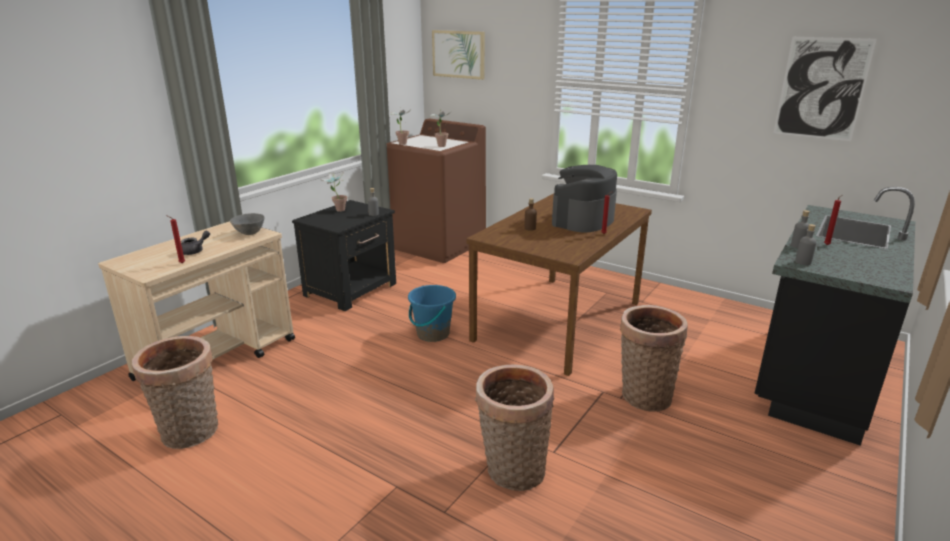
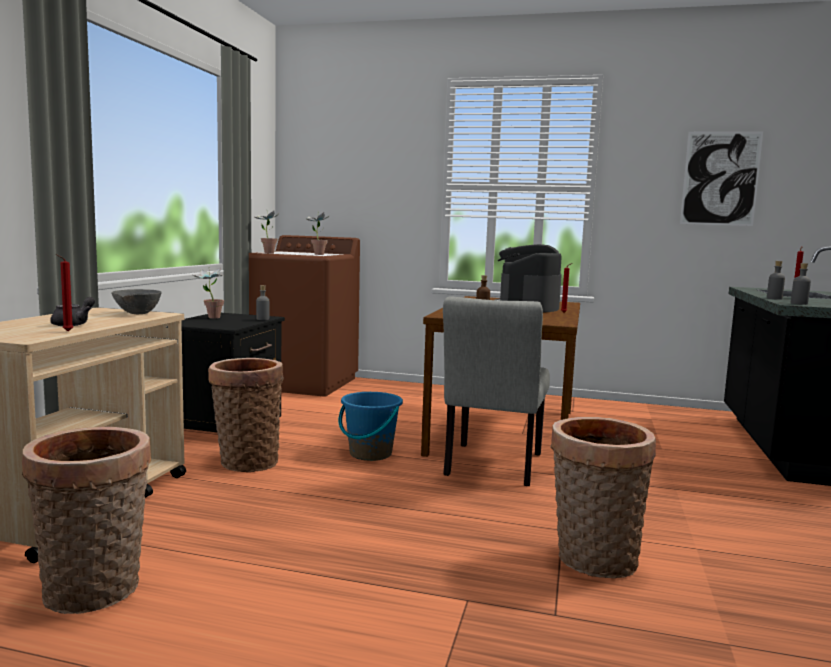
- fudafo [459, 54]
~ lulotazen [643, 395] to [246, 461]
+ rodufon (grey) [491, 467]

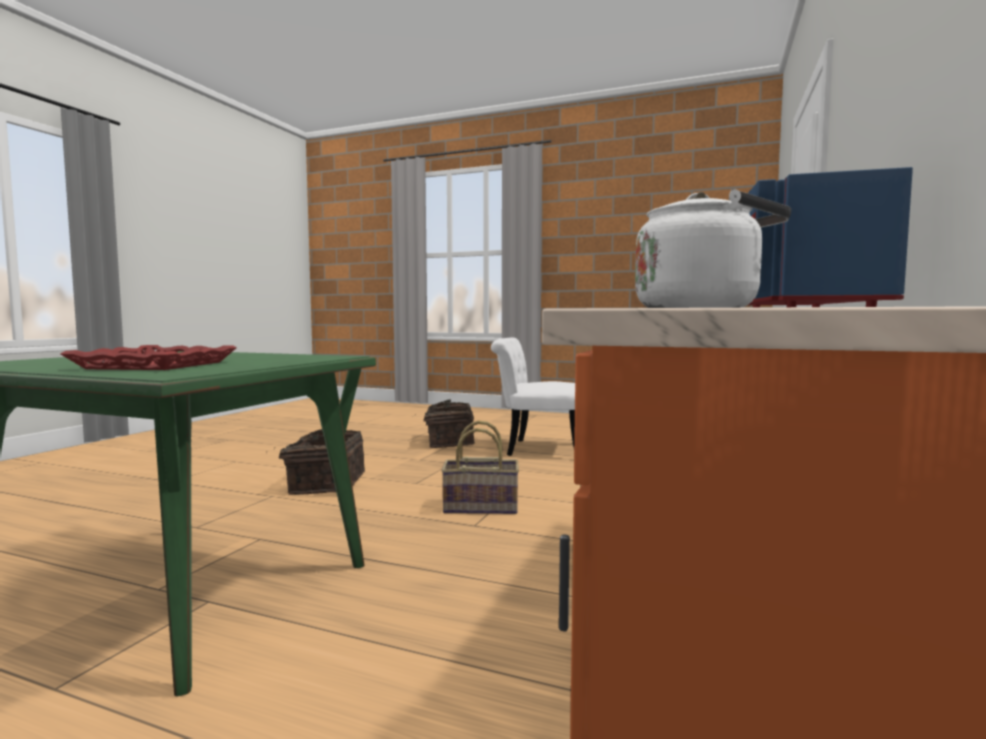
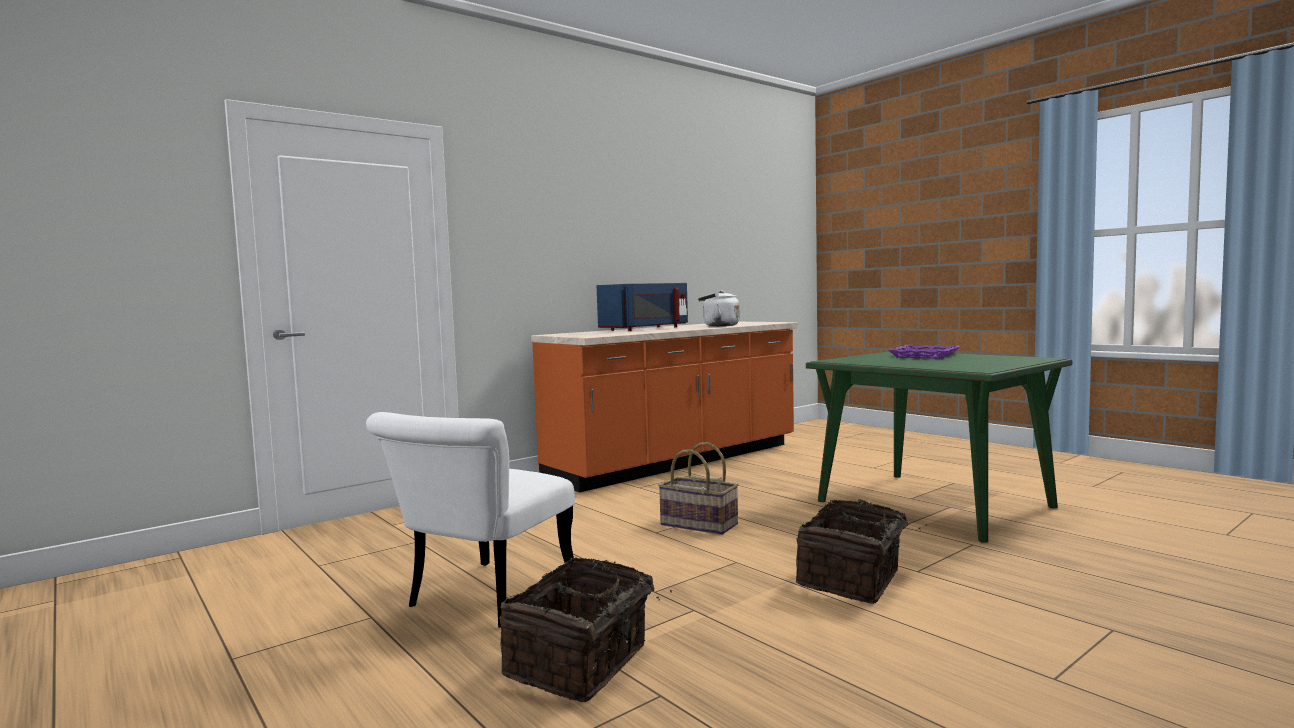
~ rodufon (white) [536, 449] = [482, 600] 75 degrees clockwise
~ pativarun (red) [158, 365] to pativarun (purple) [923, 356]

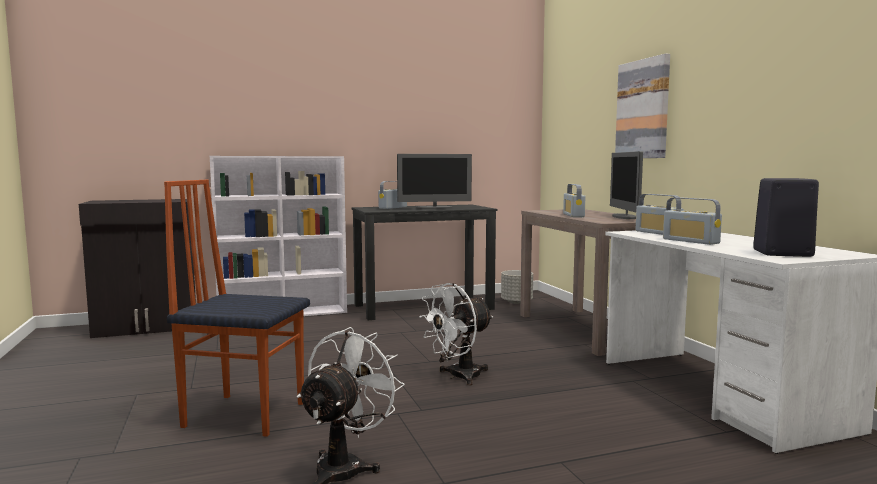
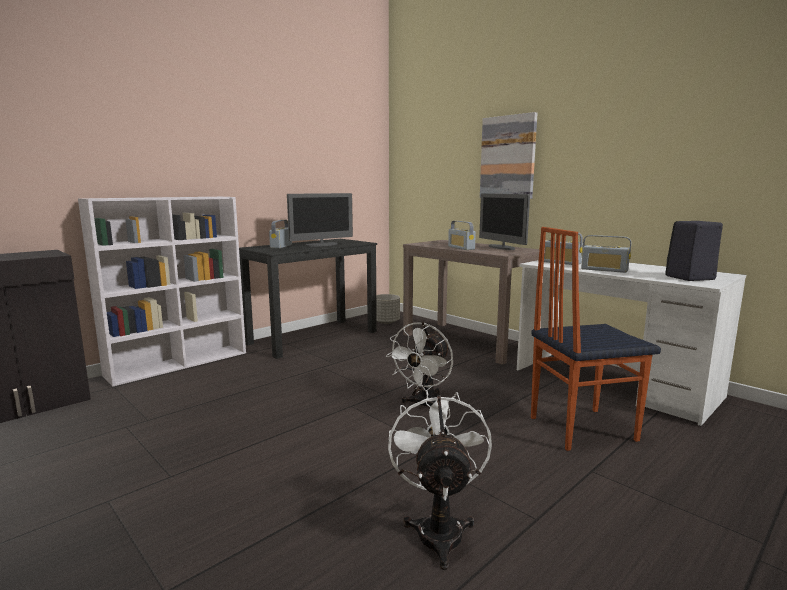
~ rodufon [245, 414] to [580, 428]

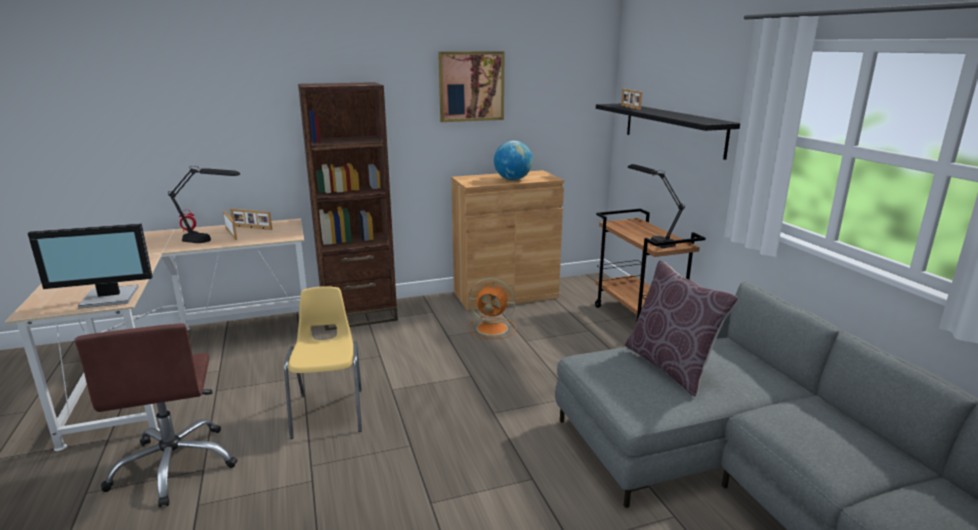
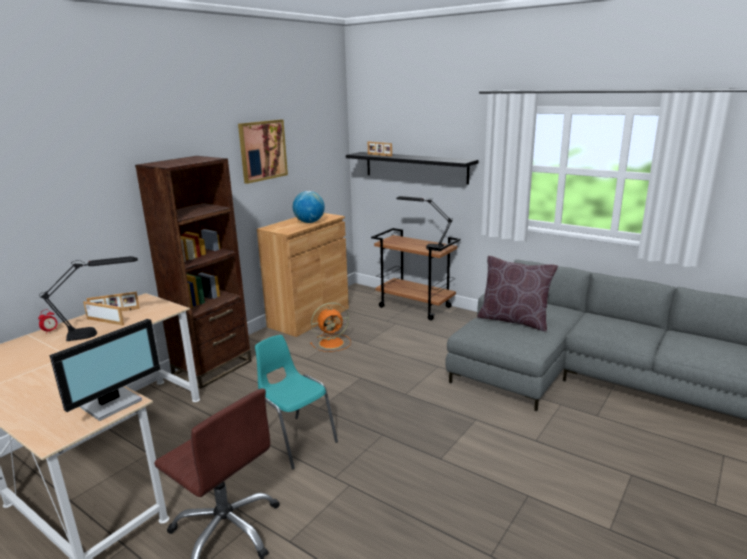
~ rodufon (yellow) [329, 412] to rodufon (turquoise) [295, 440]

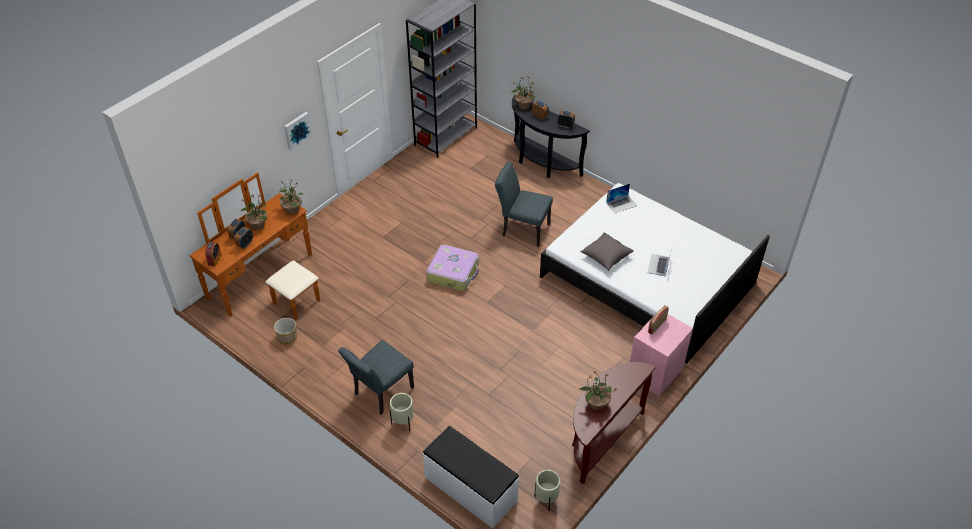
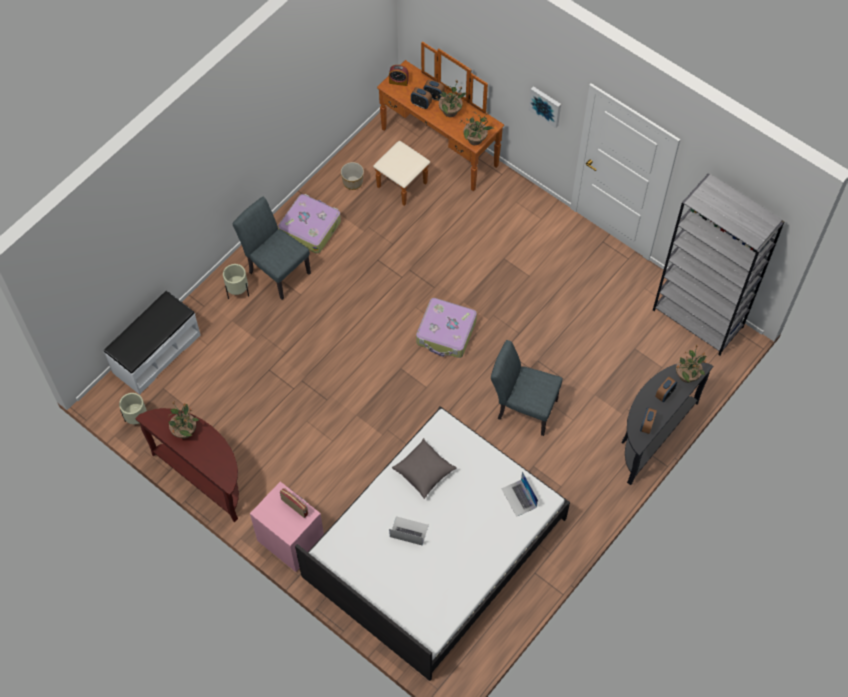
~ rodufon (grey) [522, 229] = [522, 407] 90 degrees counterclockwise
+ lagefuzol [310, 227]

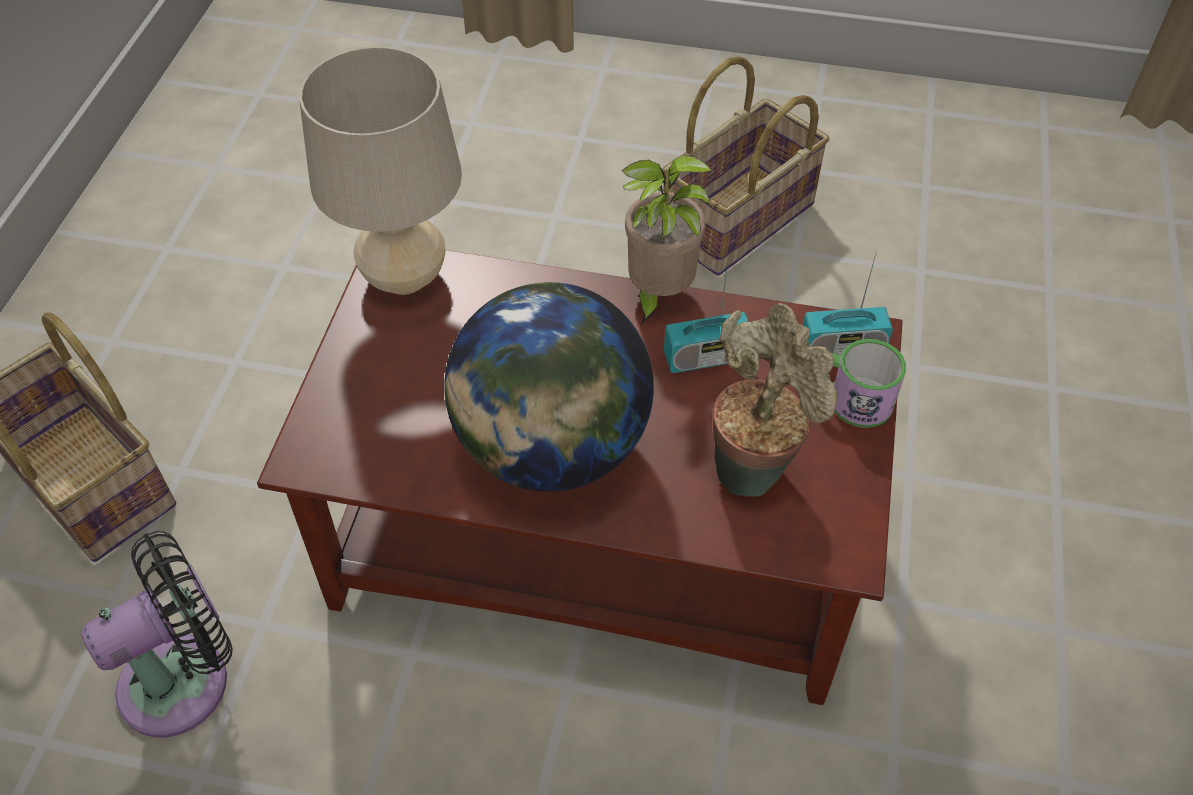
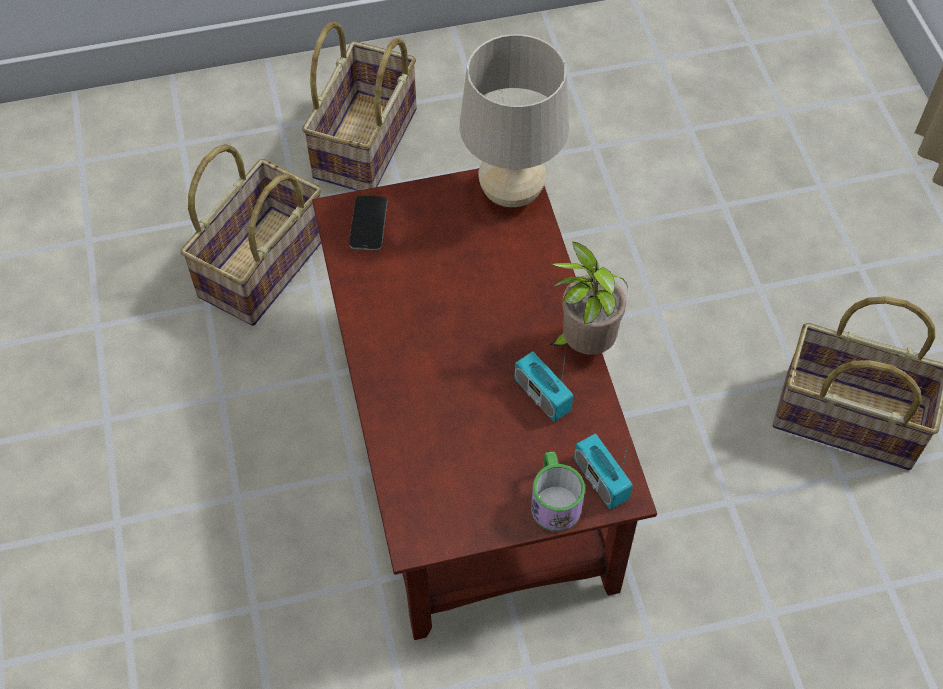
- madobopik [551, 447]
- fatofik [754, 466]
~ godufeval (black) [185, 678] to lulotazen [261, 265]
+ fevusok [368, 224]

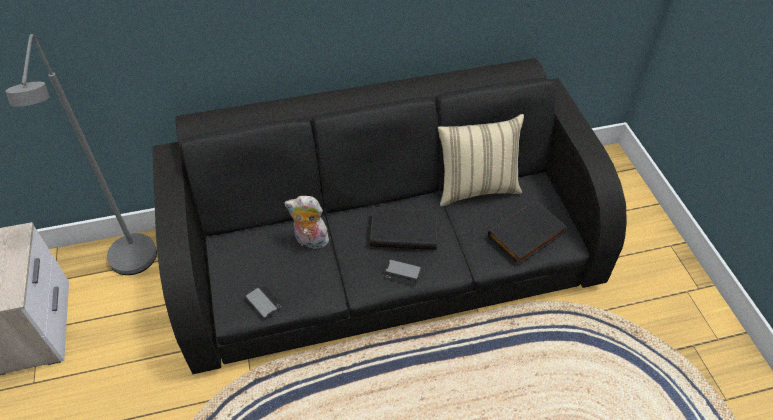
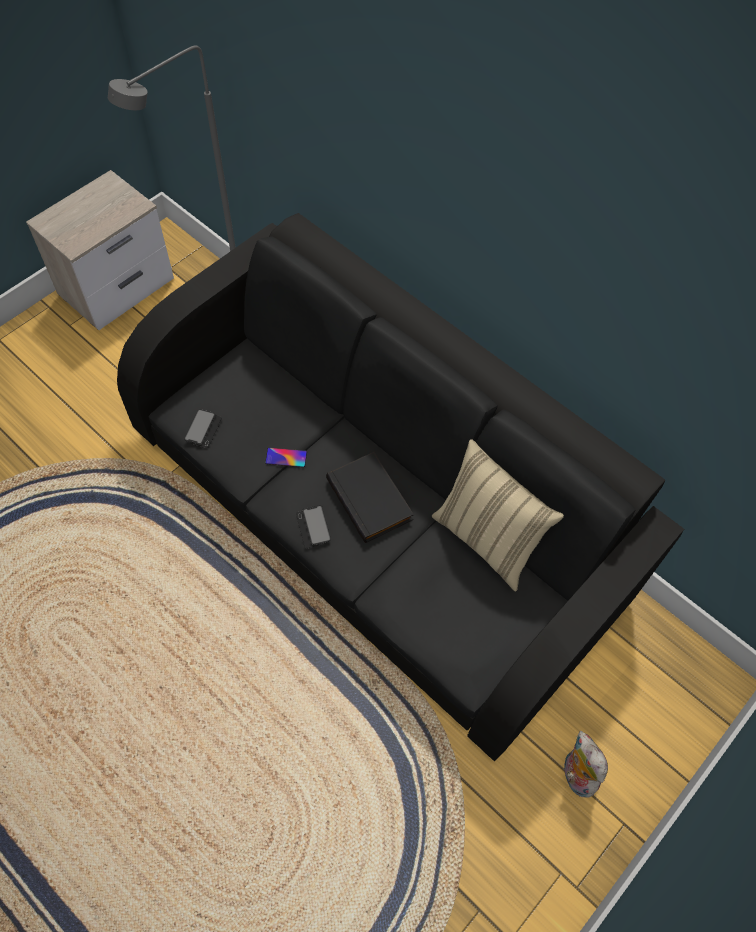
~ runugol [310, 241] to [575, 774]
- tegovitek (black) [527, 236]
+ fevusok [286, 457]

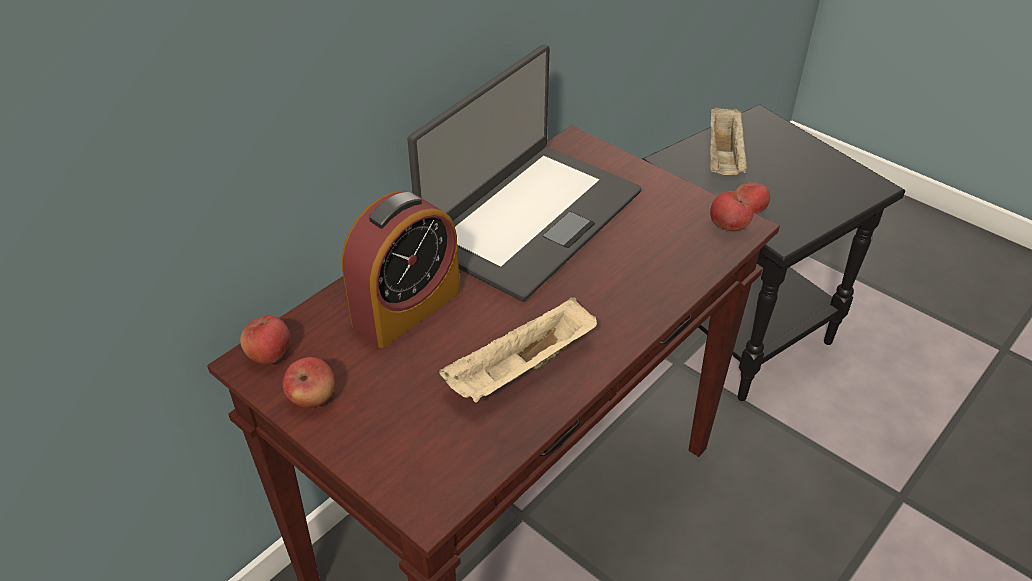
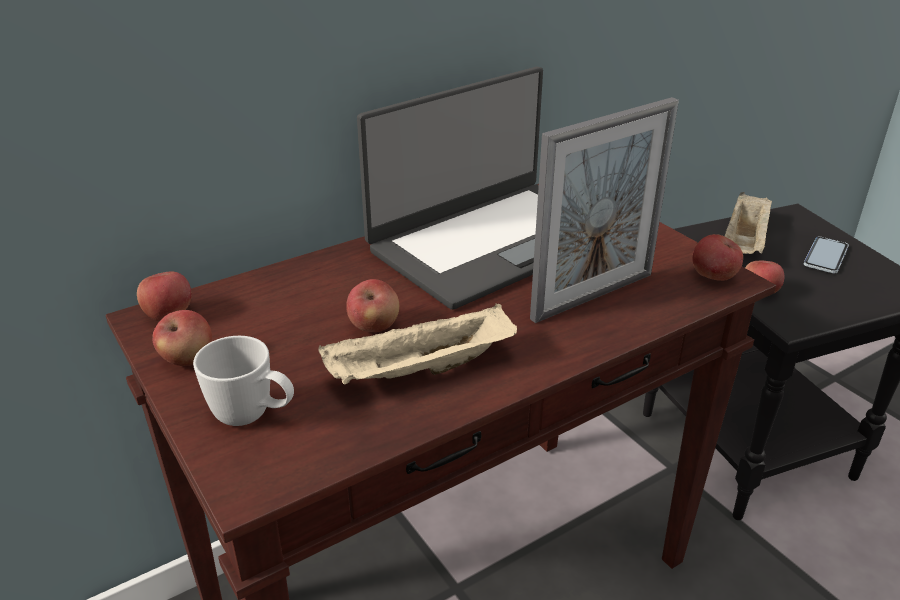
- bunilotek [406, 308]
+ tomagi [593, 296]
+ fevusok [825, 256]
+ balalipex [374, 327]
+ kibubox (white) [253, 417]

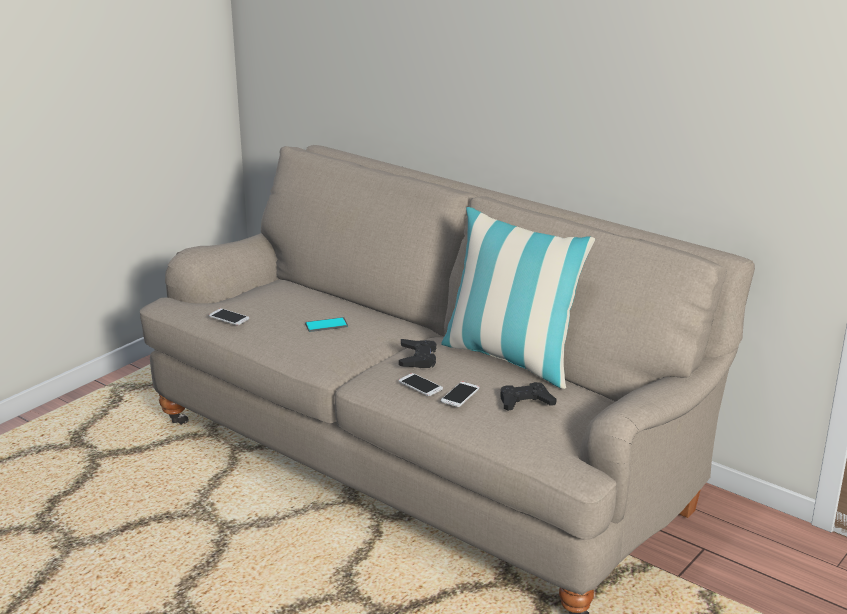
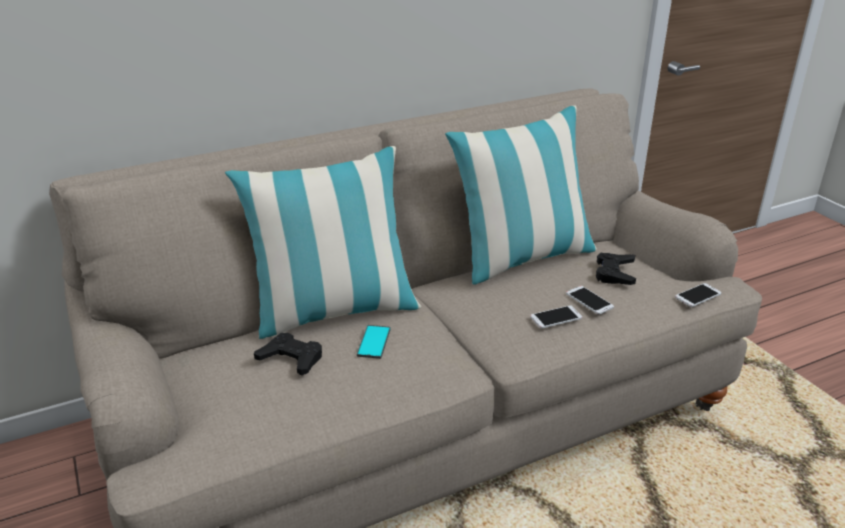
~ fevusok [229, 317] to [698, 295]
~ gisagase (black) [418, 358] to [291, 358]
+ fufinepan [334, 311]

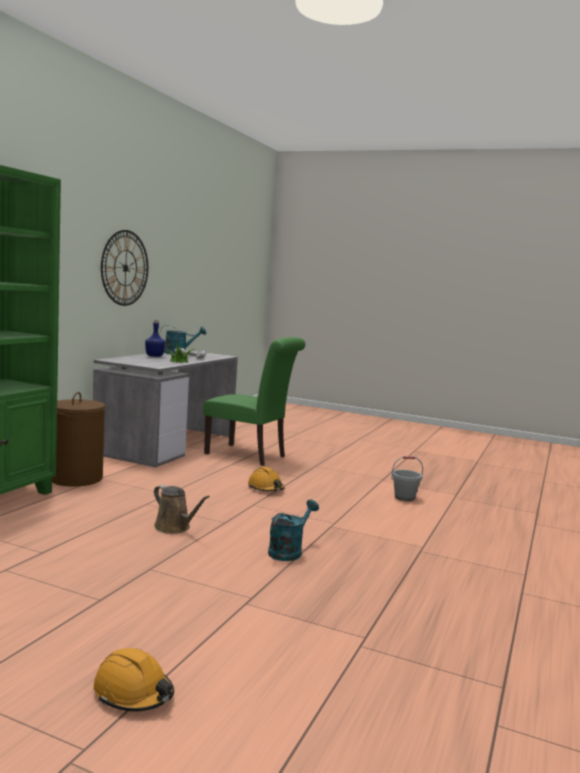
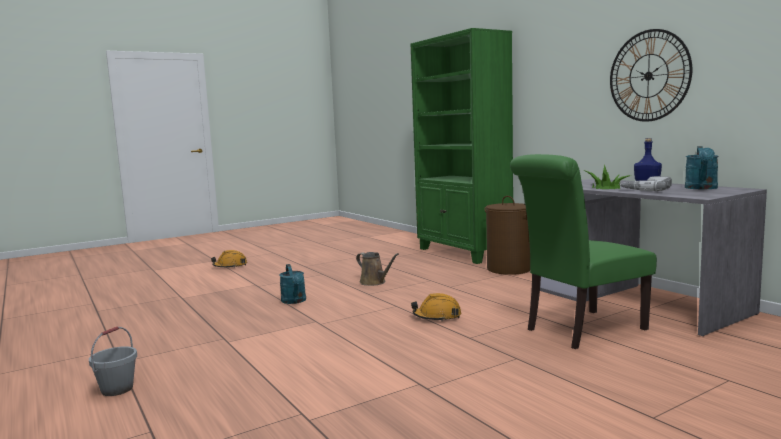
~ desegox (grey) [404, 497] to [117, 389]
~ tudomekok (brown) [174, 528] = [374, 282] 120 degrees counterclockwise

